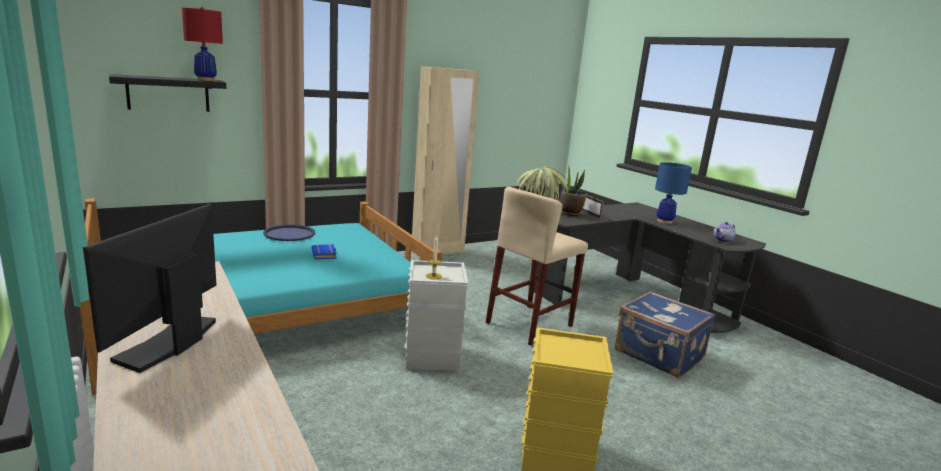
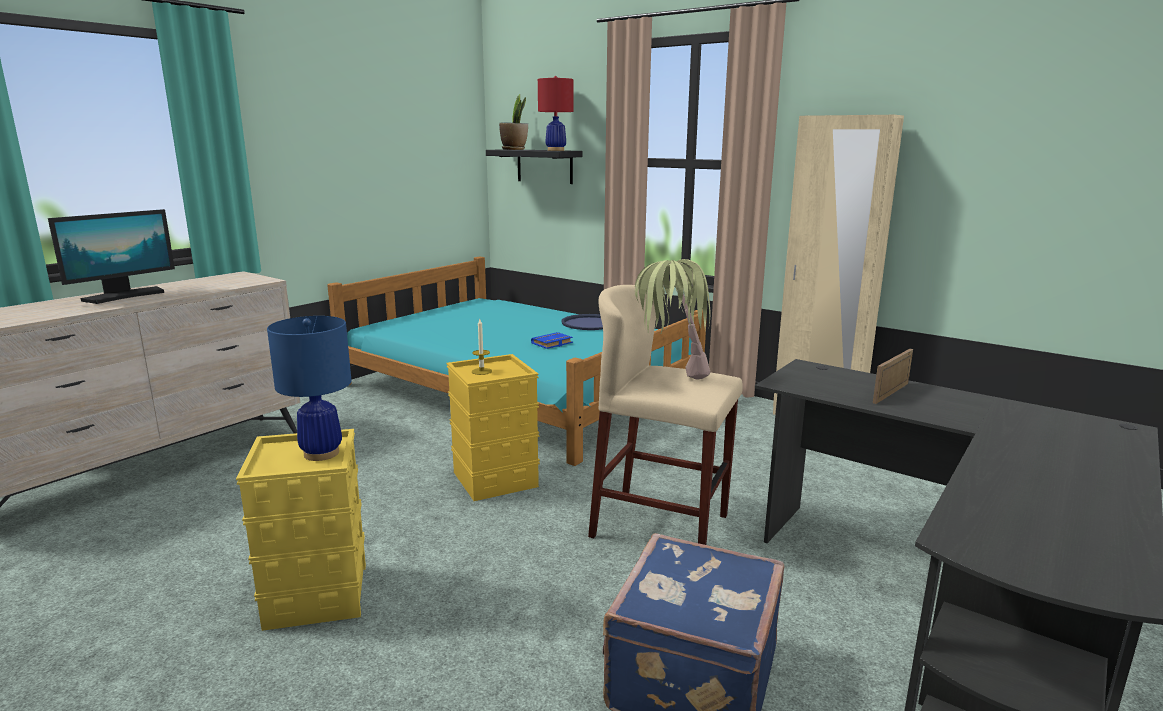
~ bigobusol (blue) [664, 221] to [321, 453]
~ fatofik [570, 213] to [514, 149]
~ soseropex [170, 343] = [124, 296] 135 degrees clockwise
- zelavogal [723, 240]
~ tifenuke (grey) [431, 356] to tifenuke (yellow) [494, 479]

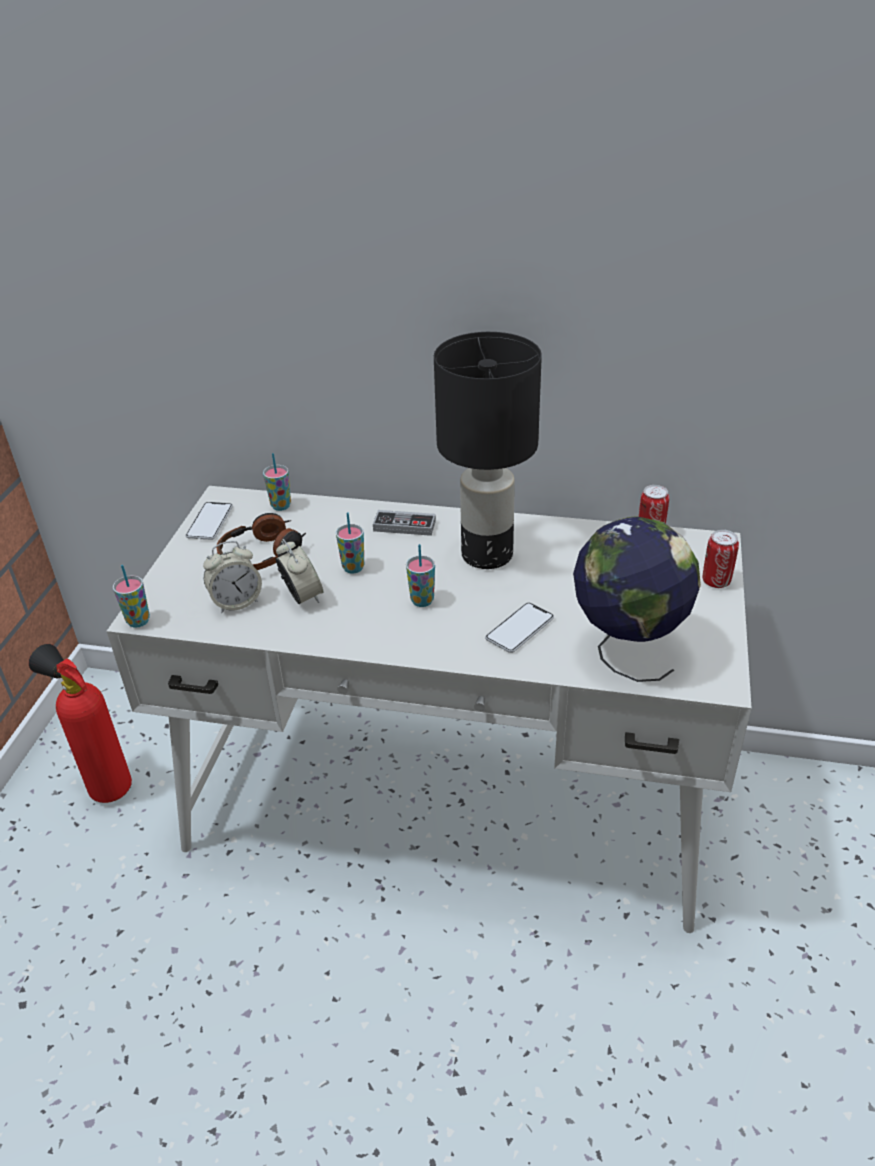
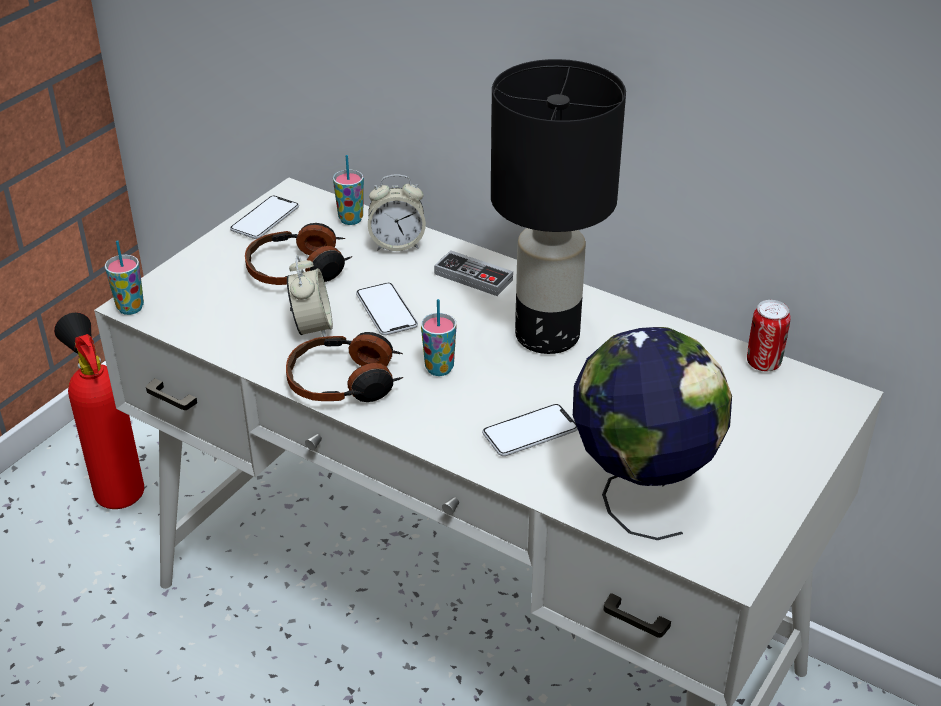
~ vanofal [353, 568] to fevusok [386, 310]
- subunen [716, 581]
~ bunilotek [236, 602] to [397, 244]
+ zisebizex [345, 382]

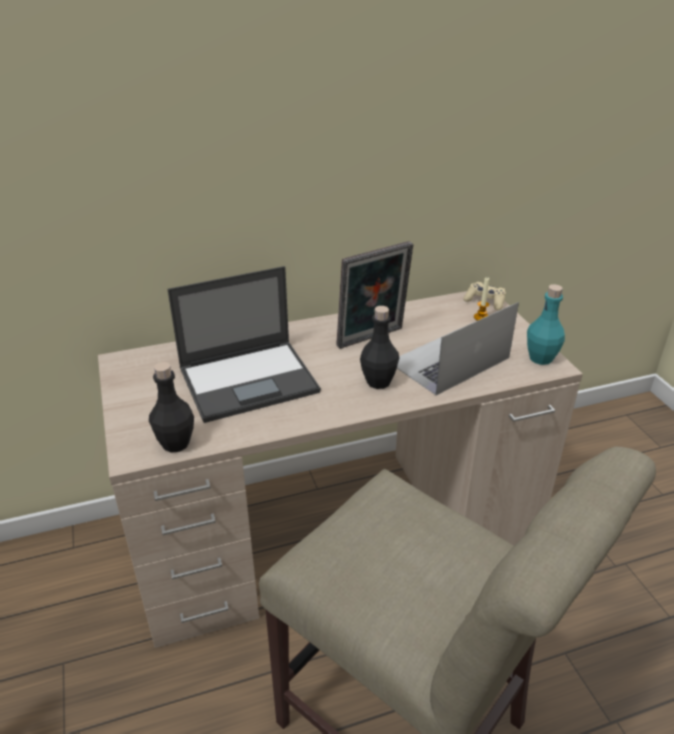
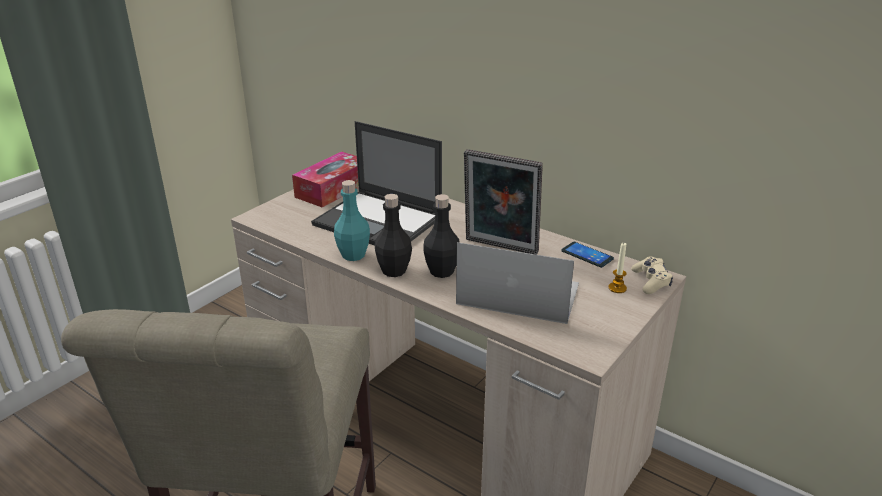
~ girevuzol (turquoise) [540, 358] to [353, 255]
~ girevuzol (black) [176, 443] to [394, 271]
+ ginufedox [333, 189]
+ fevusok [587, 255]

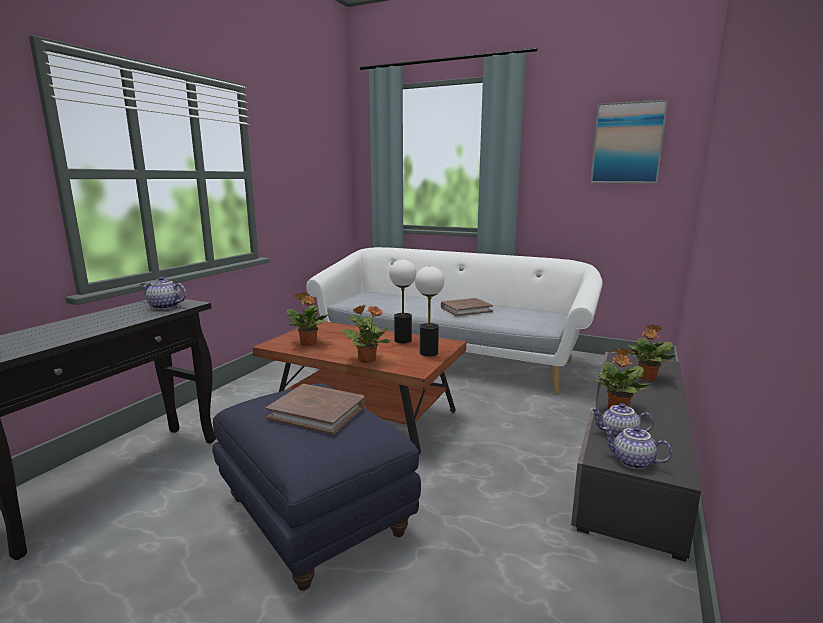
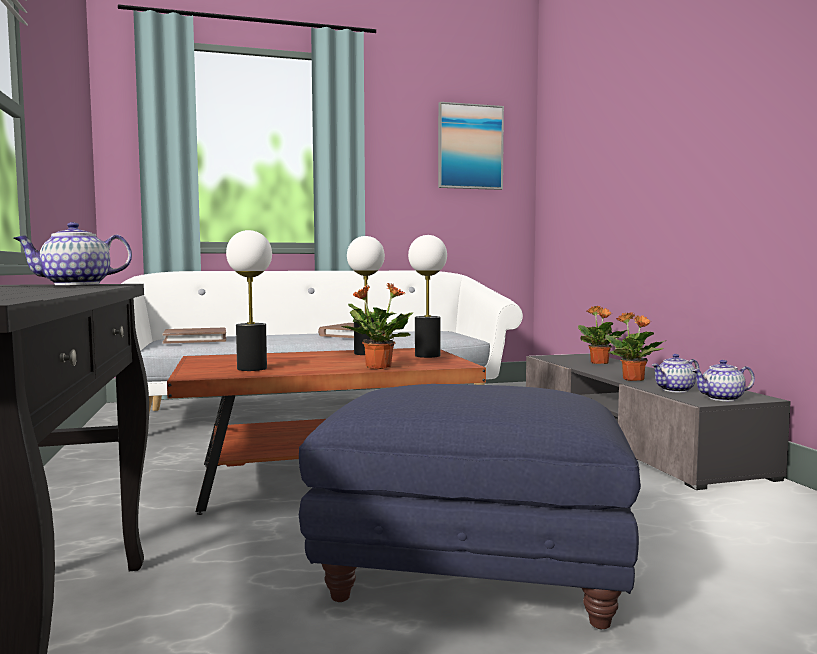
~ fatofik [308, 344] to bigobusol [251, 368]
~ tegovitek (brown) [318, 412] to [195, 339]

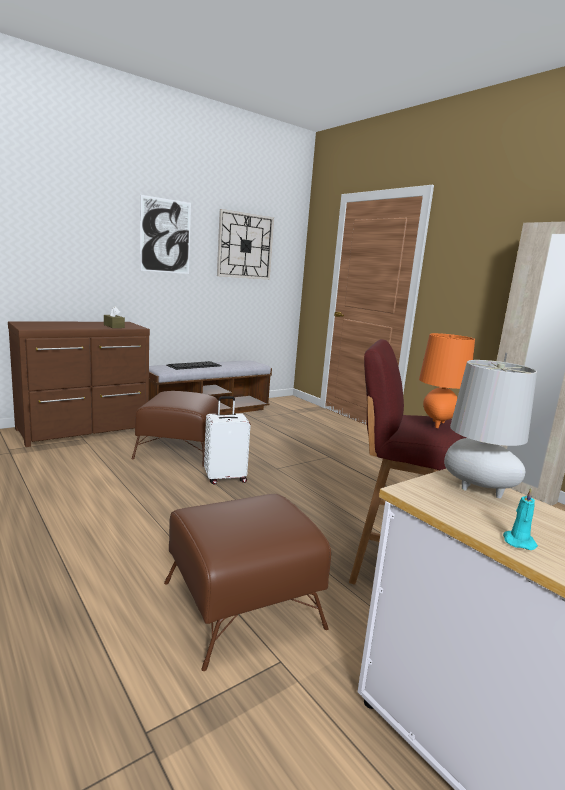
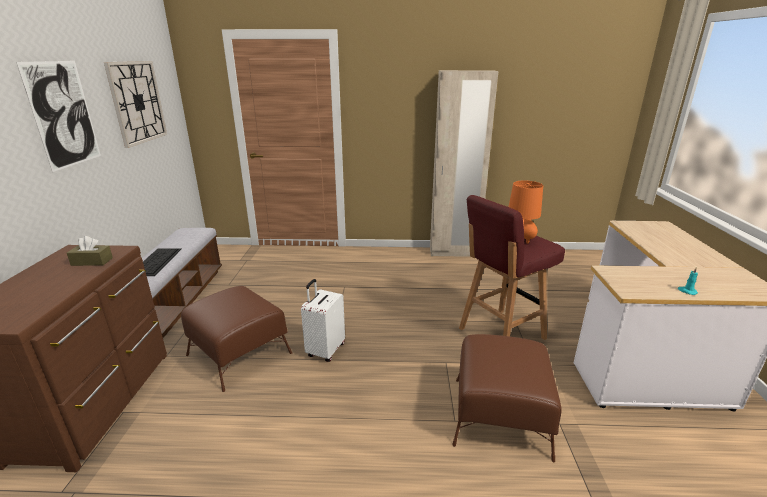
- bigobusol (grey) [476, 491]

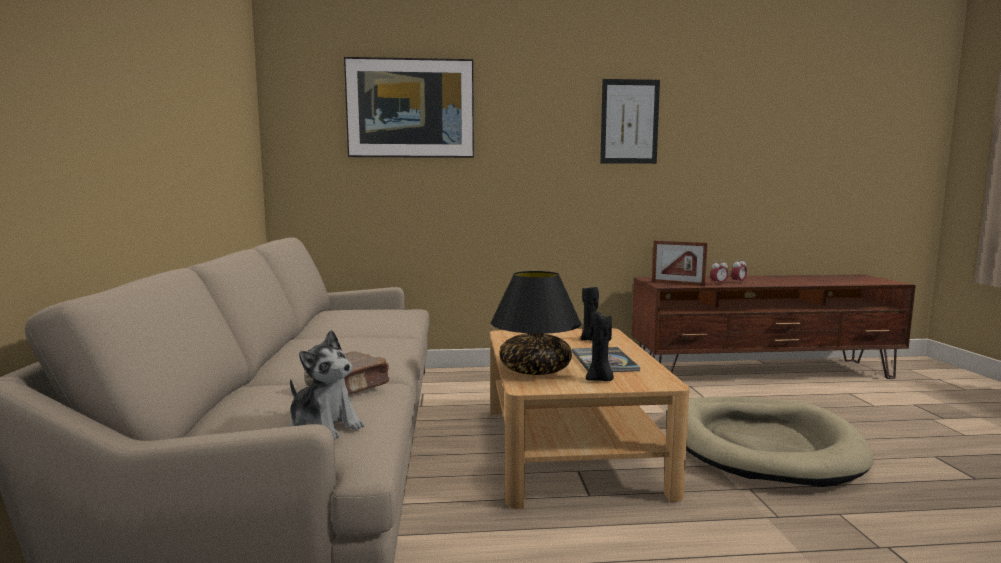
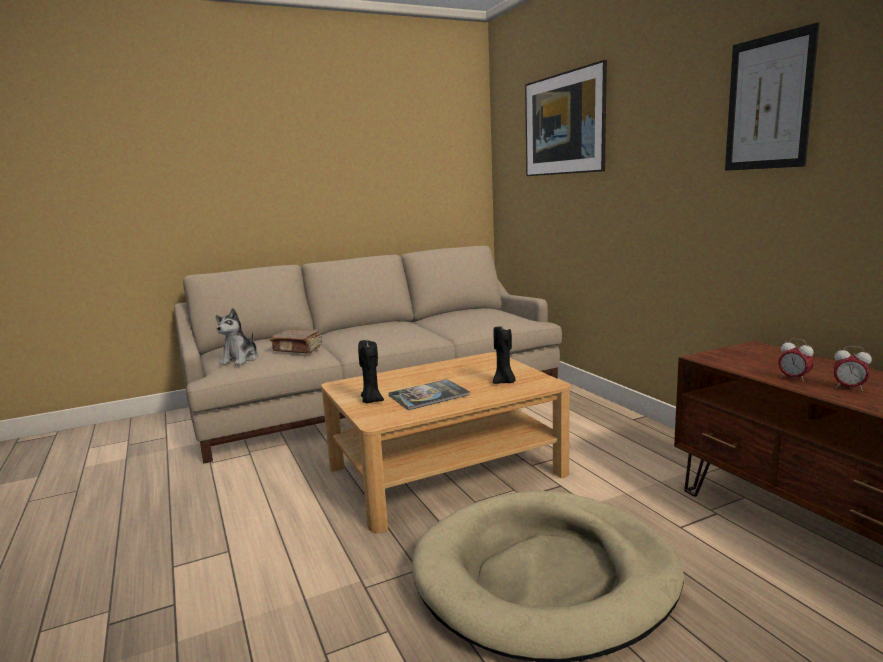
- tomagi [678, 284]
- bigobusol (black) [536, 370]

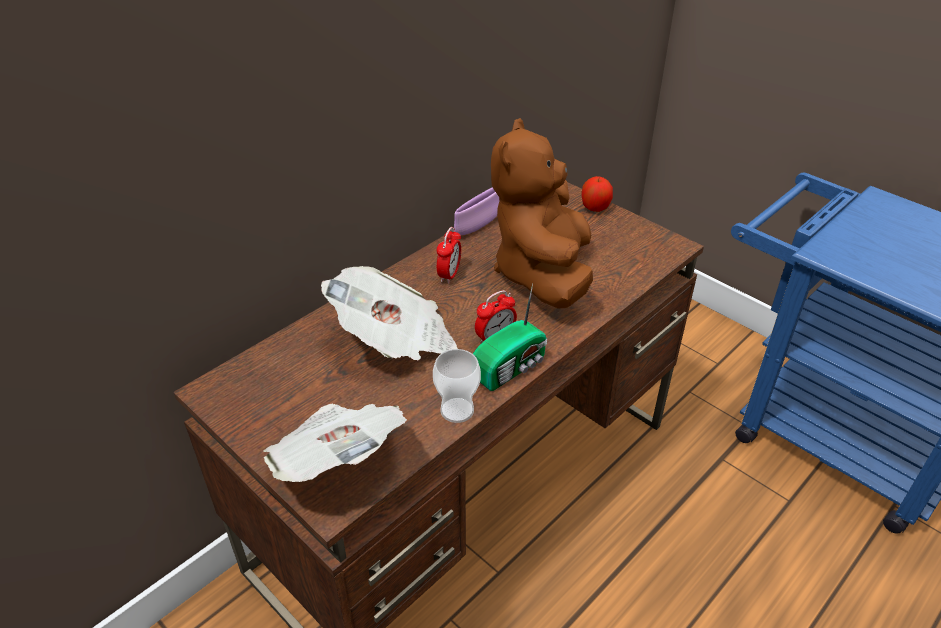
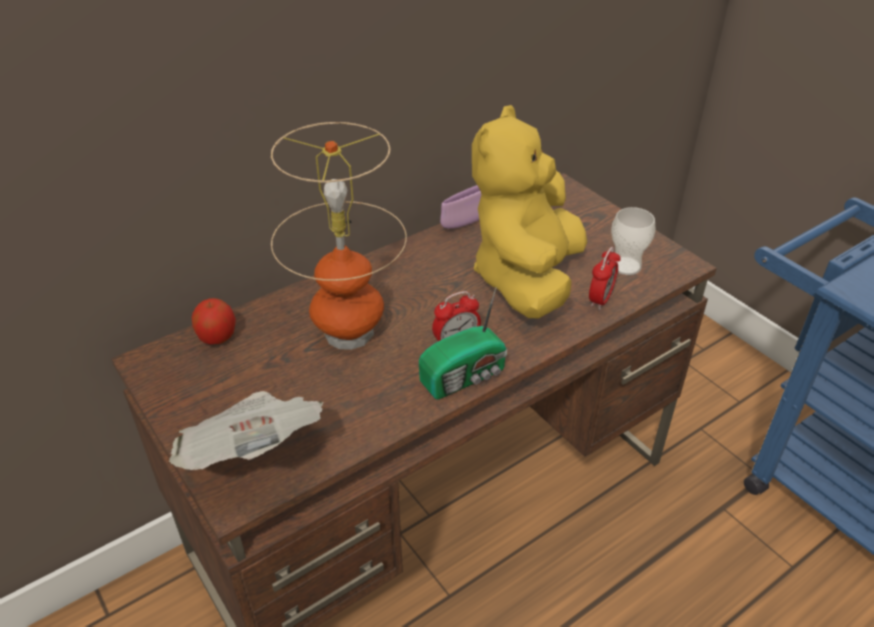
~ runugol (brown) [543, 274] to runugol (yellow) [526, 279]
~ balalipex [595, 208] to [217, 337]
~ bunilotek [449, 275] to [600, 299]
~ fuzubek [395, 340] to bigobusol [349, 332]
~ vanofal [457, 410] to [626, 266]

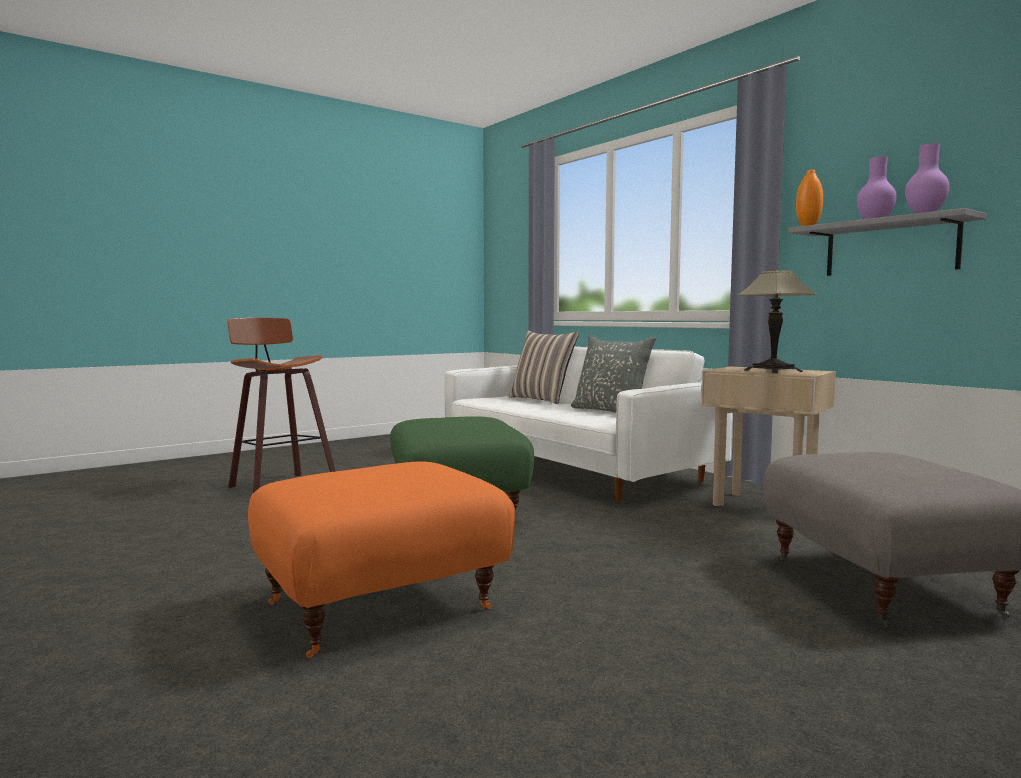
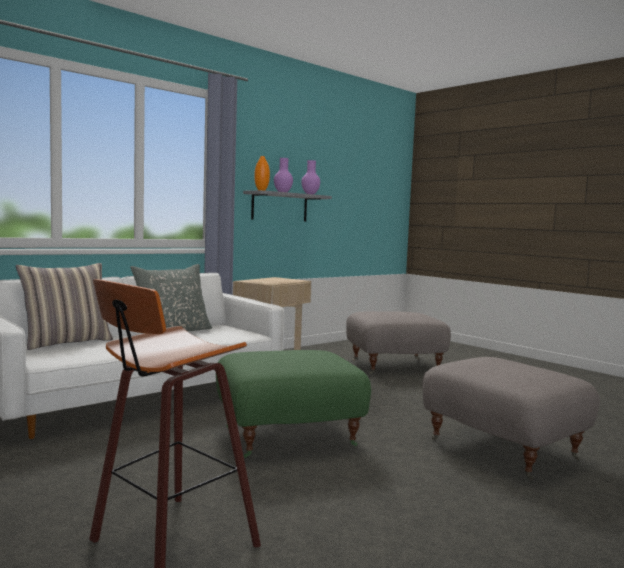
- bigobusol [773, 371]
~ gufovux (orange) [381, 608] to gufovux (grey) [504, 449]

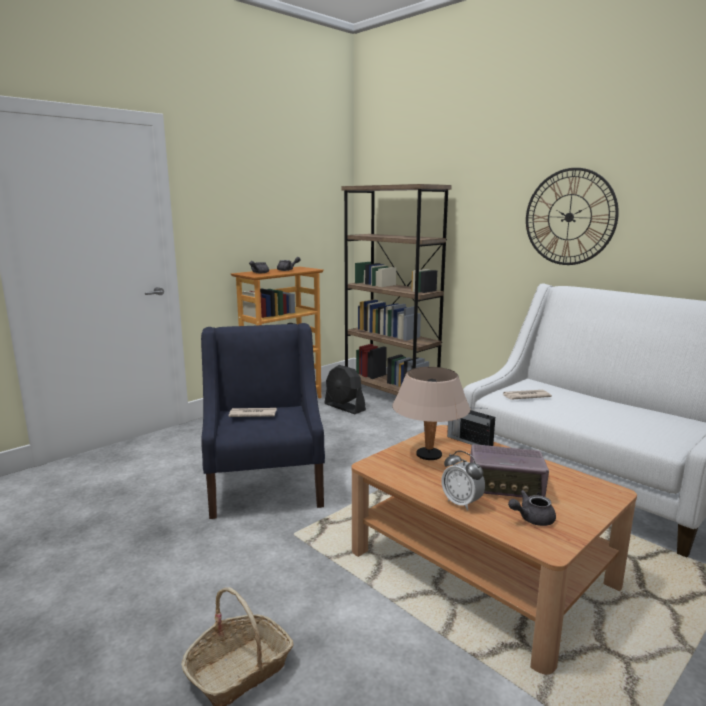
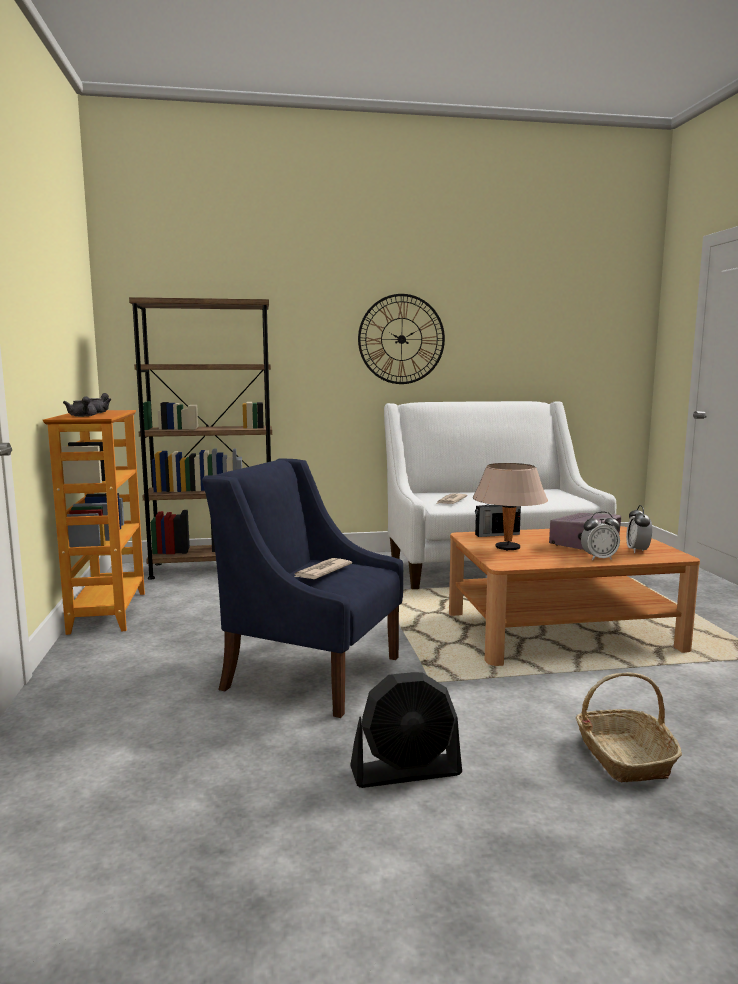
~ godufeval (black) [344, 407] to [406, 771]
~ zelavogal (grey) [531, 519] to bunilotek [637, 550]

